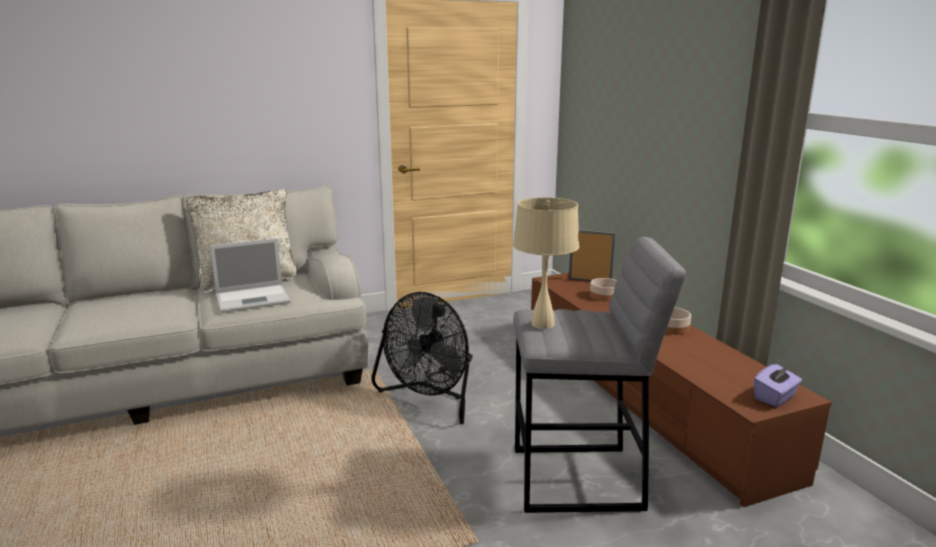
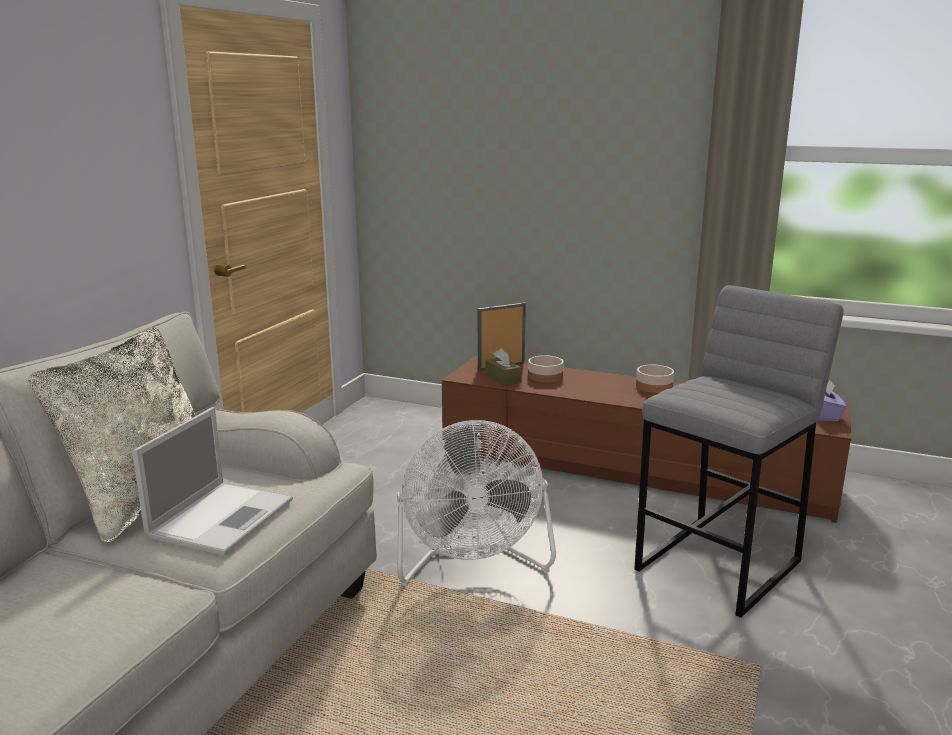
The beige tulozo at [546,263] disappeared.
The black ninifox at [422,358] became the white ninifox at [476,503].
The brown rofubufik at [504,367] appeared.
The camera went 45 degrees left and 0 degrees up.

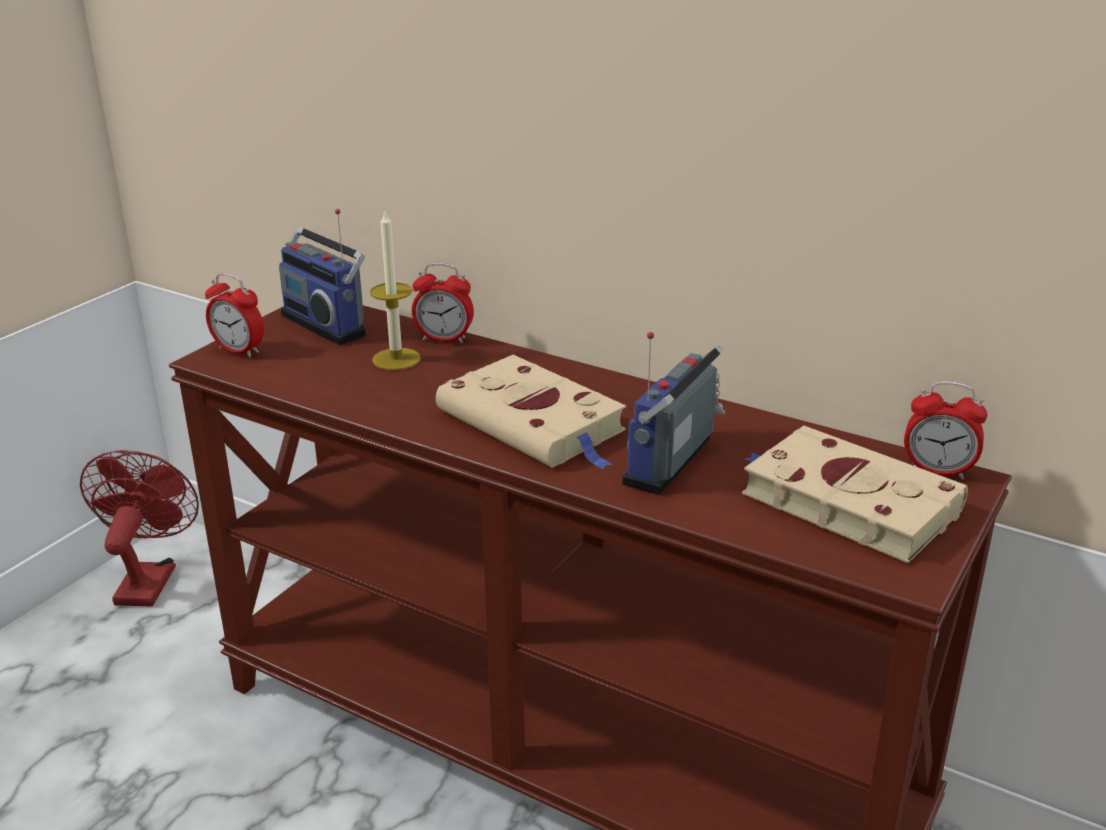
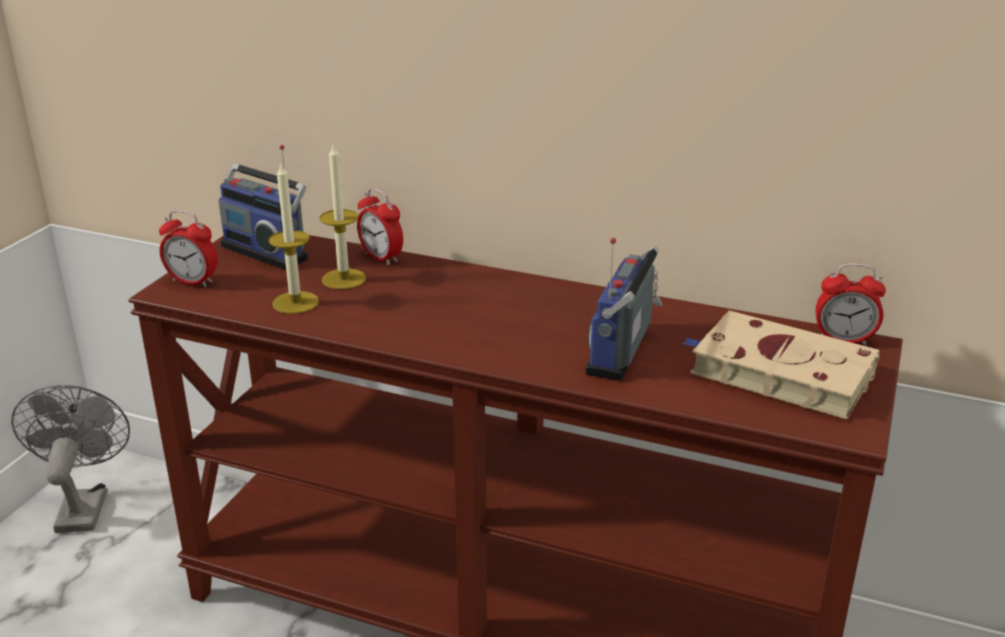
The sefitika at [443,303] turned 45 degrees clockwise.
The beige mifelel at [531,412] disappeared.
The red ninifox at [139,528] became the grey ninifox at [70,459].
The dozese at [293,237] appeared.
The camera went 10 degrees left and 0 degrees up.

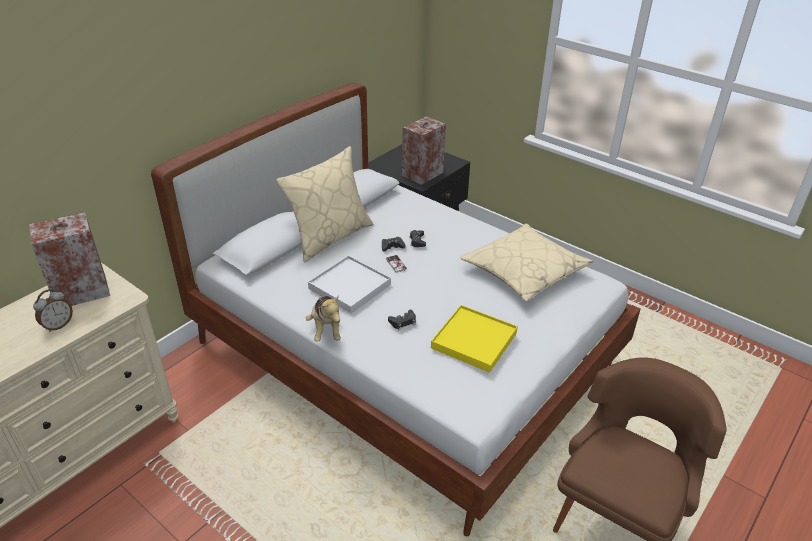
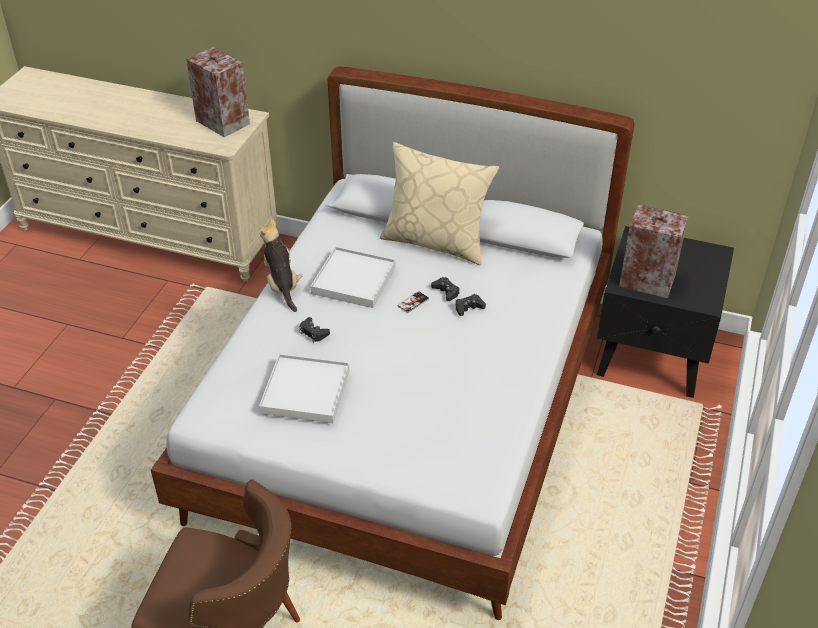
The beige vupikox at [526,263] disappeared.
The sefitika at [53,310] disappeared.
The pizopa at [323,318] turned 105 degrees clockwise.
The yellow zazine at [474,339] became the white zazine at [304,389].
The camera went 70 degrees right and 5 degrees up.

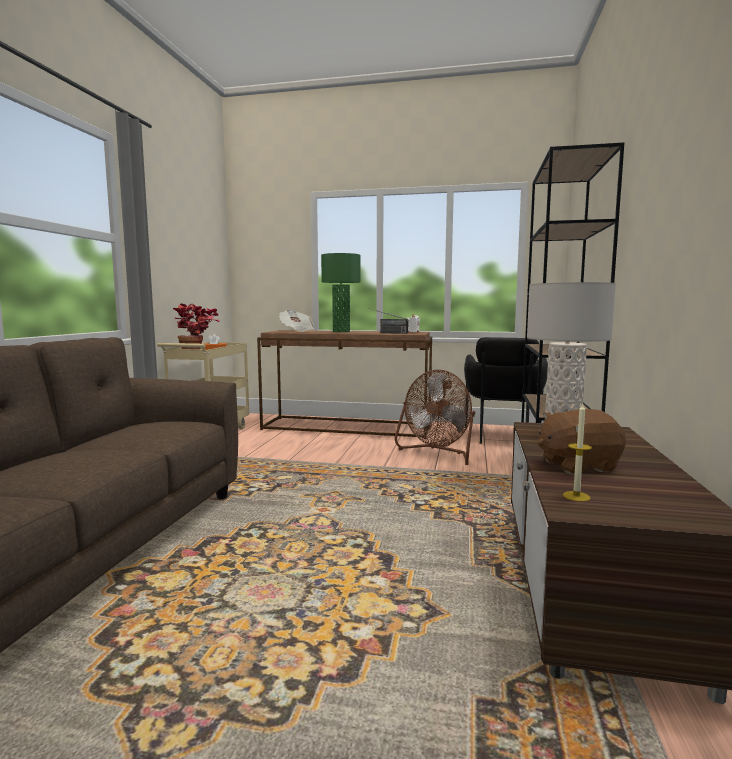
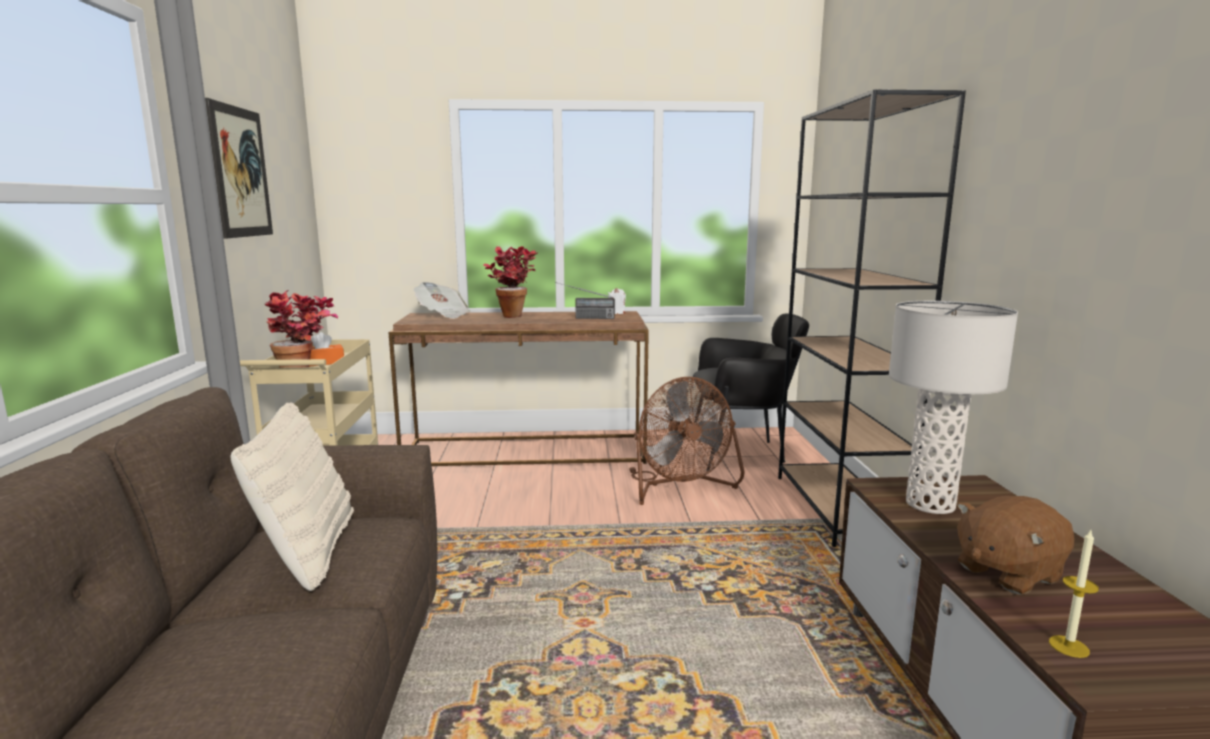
The green tulozo at [340,292] was replaced by the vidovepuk at [510,282].
The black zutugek at [506,390] turned 90 degrees counterclockwise.
The brown ninifox at [435,417] turned 45 degrees counterclockwise.
The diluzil at [239,168] appeared.
The beige vupikox at [292,497] appeared.
The camera went 15 degrees left and 5 degrees up.

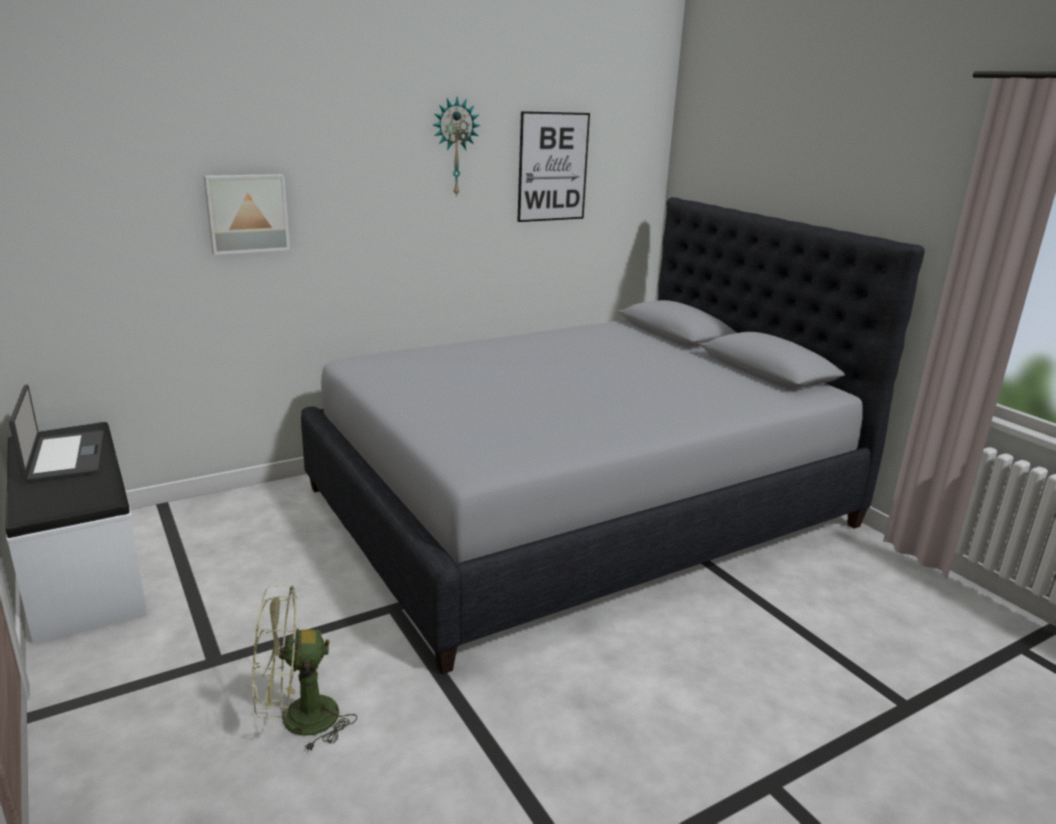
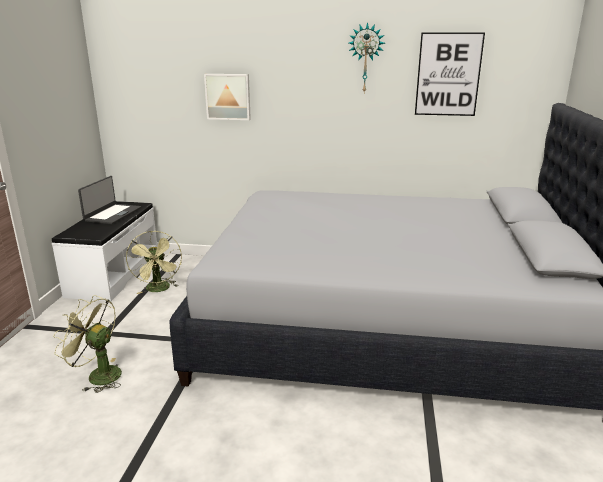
The green ninifox at [154,262] appeared.
The camera went 40 degrees right and 0 degrees up.

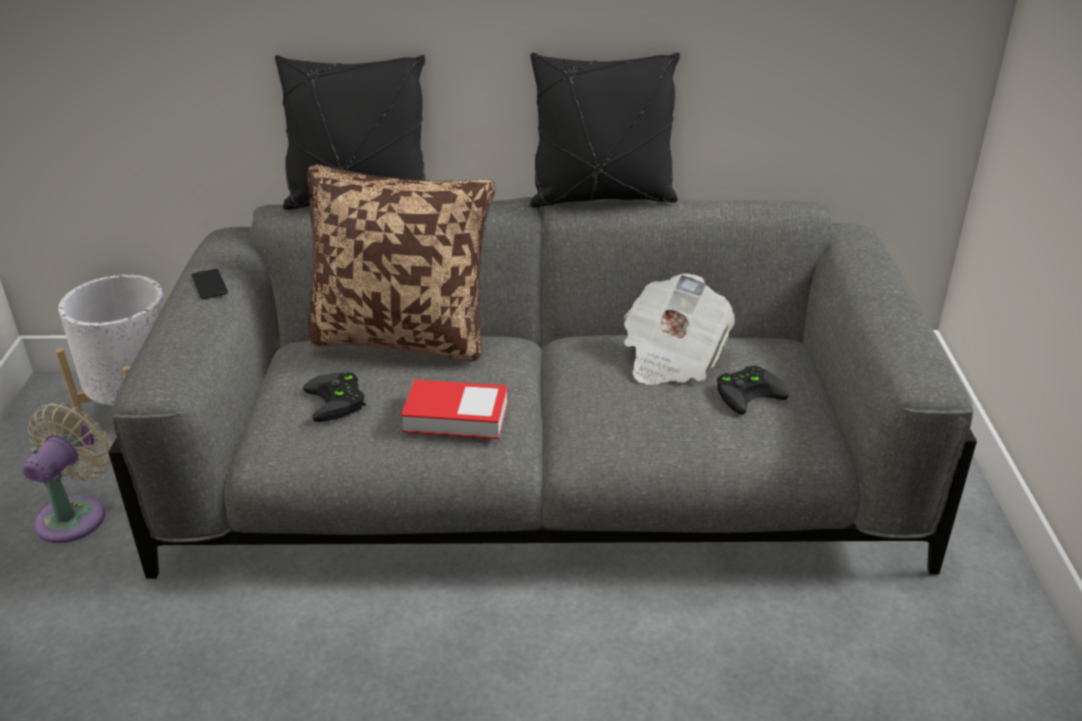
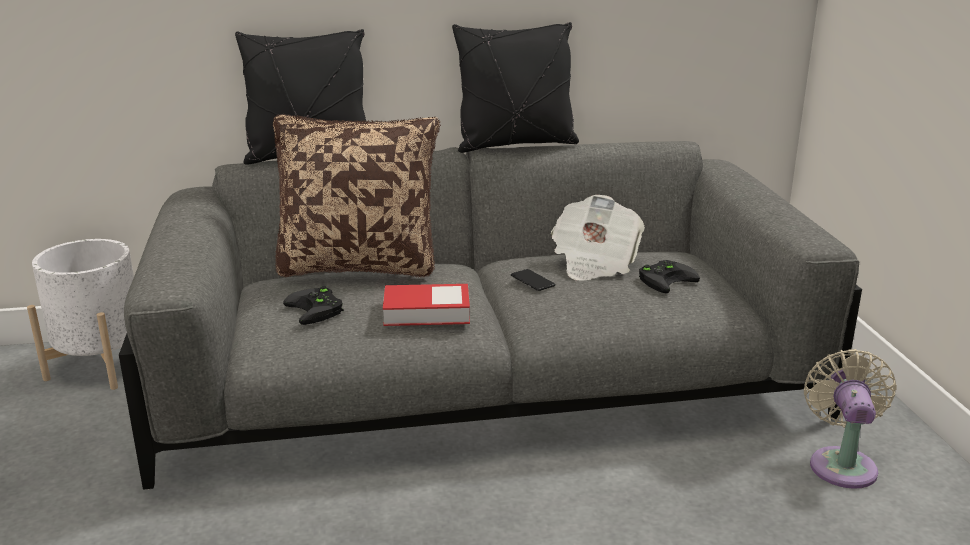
The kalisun moved from [209,284] to [533,280].
The beige ninifox moved from [67,473] to [850,419].
The camera went 10 degrees left and 10 degrees down.

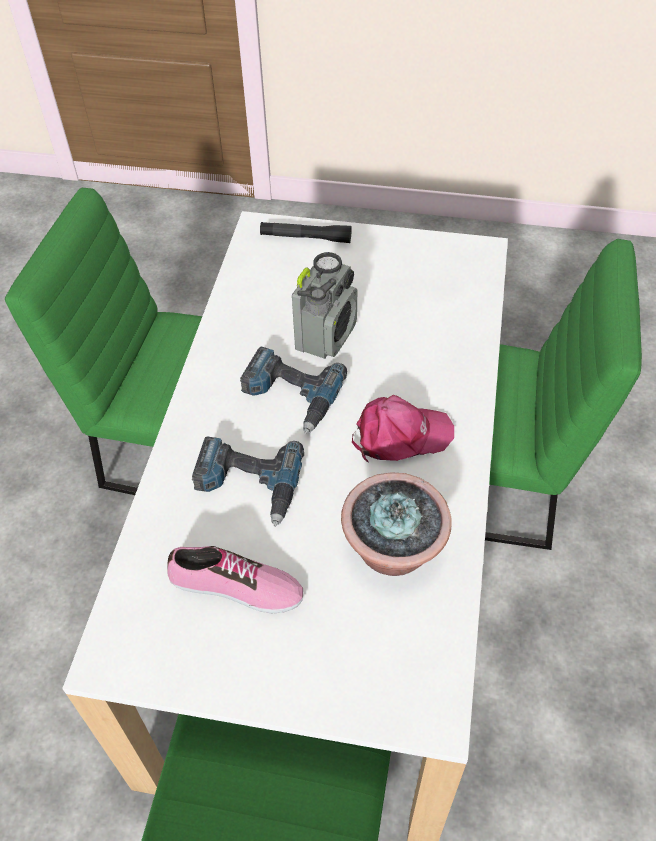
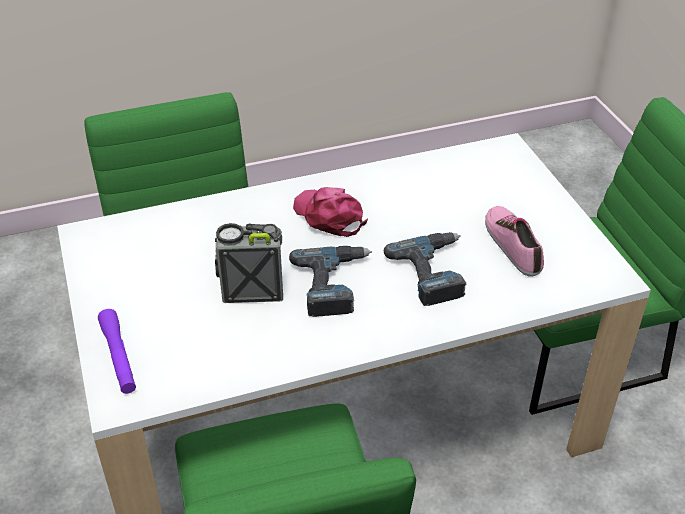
The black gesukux at [306,232] became the purple gesukux at [117,351].
The vidovepuk at [396,524] disappeared.
The camera went 120 degrees left and 10 degrees down.

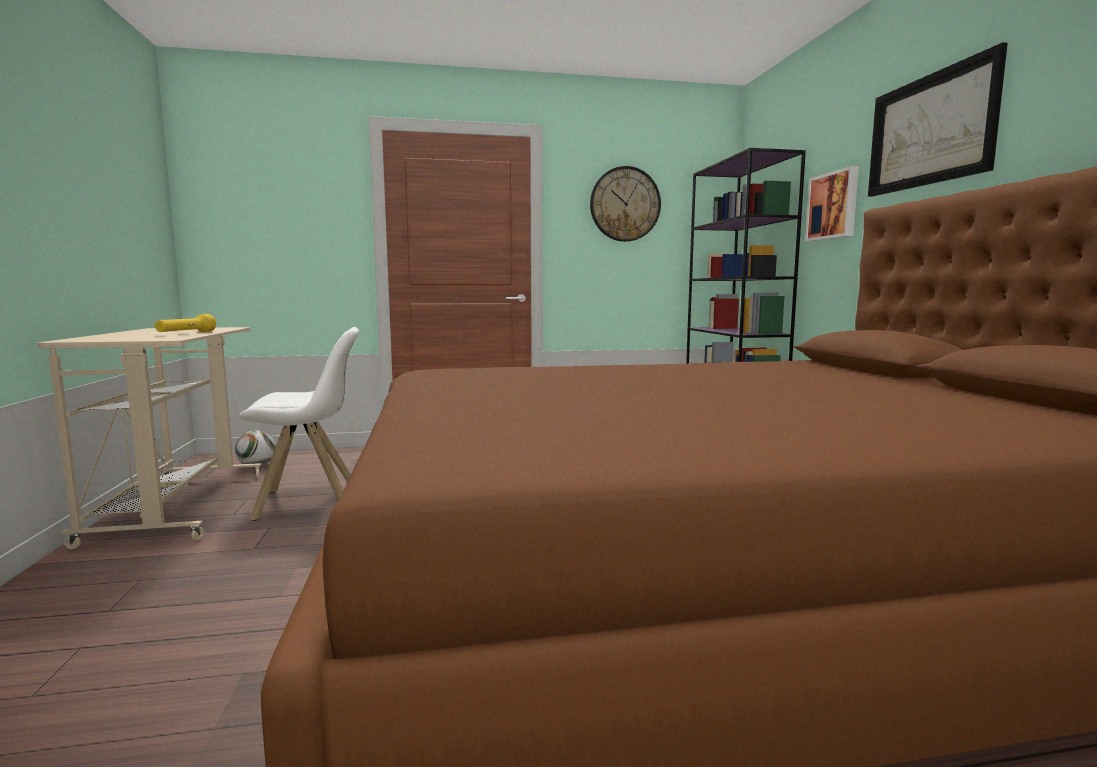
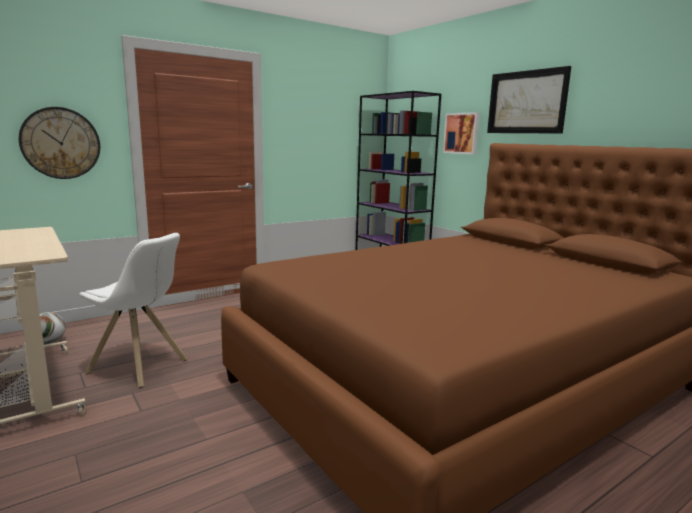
The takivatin moved from [625,204] to [59,143].
The yellow gesukux at [185,323] disappeared.
The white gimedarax at [299,424] turned 60 degrees clockwise.
The camera went 25 degrees left and 5 degrees up.

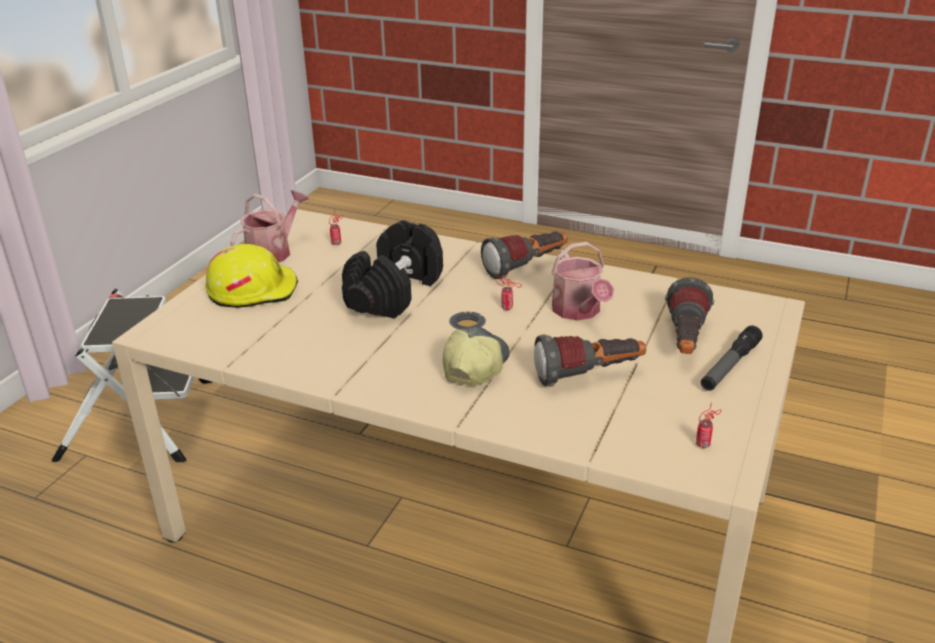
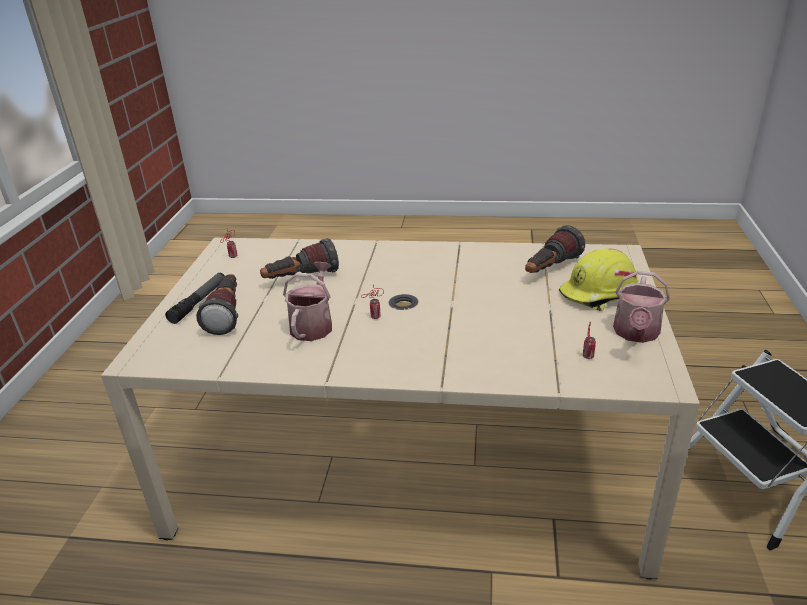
The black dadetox at [392,269] disappeared.
The gesukux moved from [524,255] to [555,249].
The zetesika at [582,281] turned 45 degrees clockwise.
The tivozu at [476,356] disappeared.
The camera went 165 degrees right and 0 degrees up.

